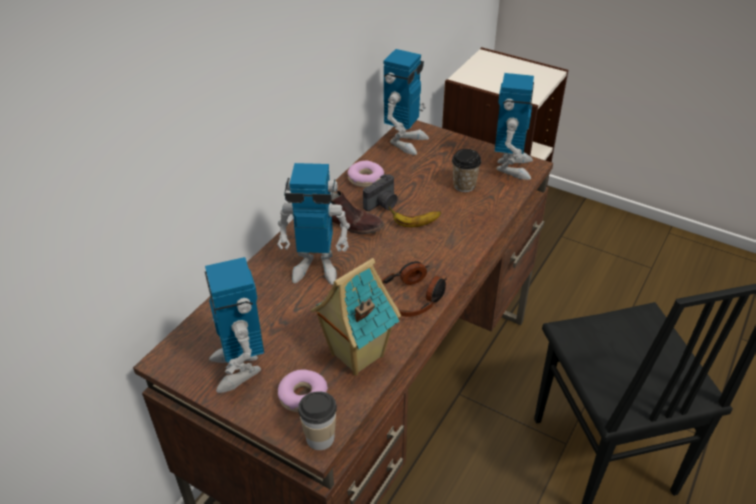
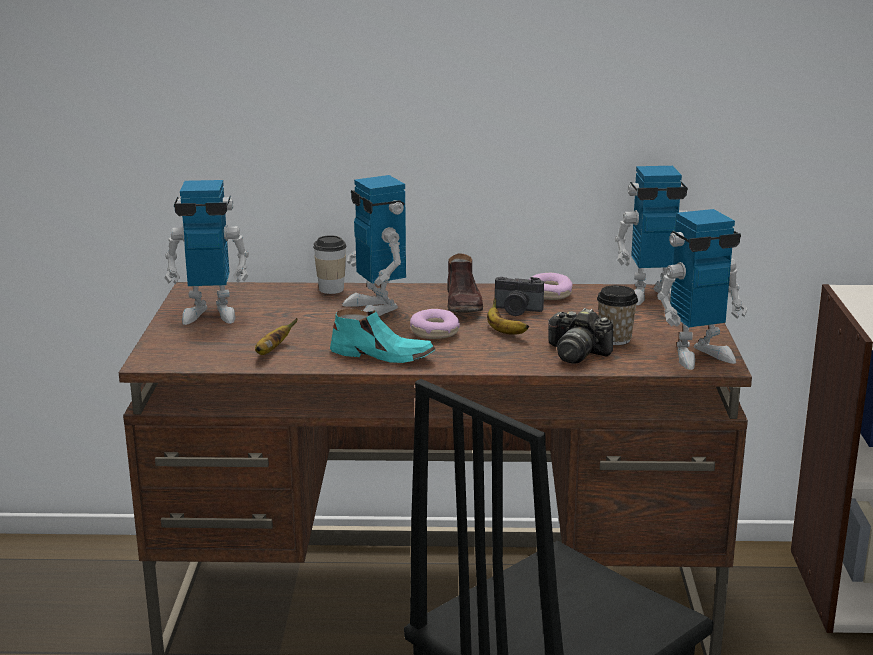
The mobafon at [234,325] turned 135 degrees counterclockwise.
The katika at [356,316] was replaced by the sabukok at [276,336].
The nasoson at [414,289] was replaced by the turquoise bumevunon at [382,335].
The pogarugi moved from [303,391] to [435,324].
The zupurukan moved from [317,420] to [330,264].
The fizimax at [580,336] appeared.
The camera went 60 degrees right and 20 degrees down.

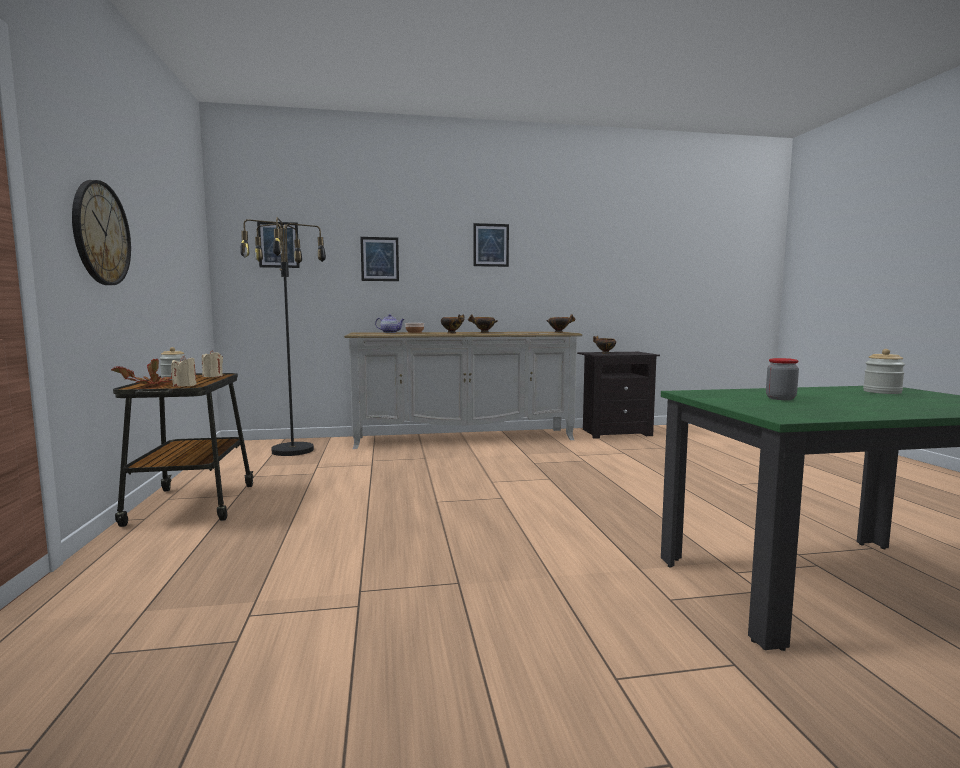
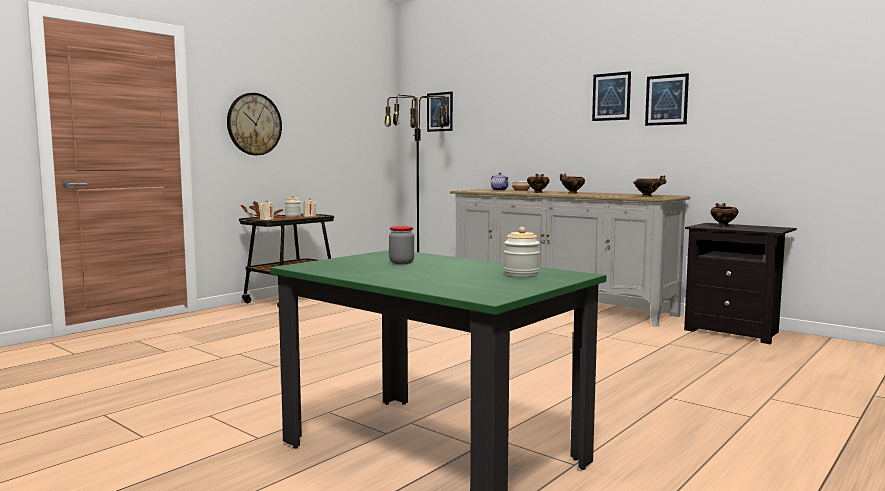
The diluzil moved from [379,259] to [667,99].
The camera went 50 degrees right and 0 degrees up.

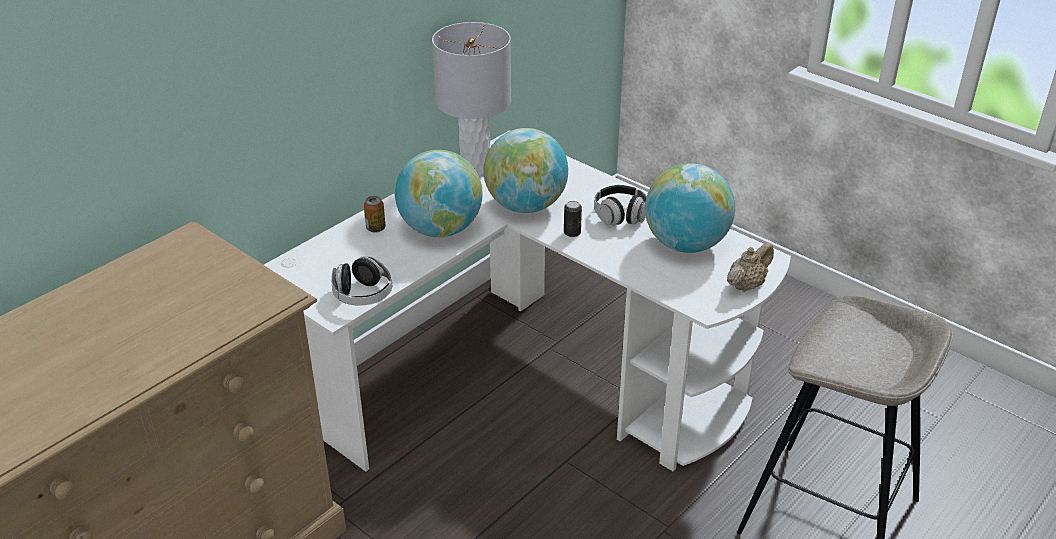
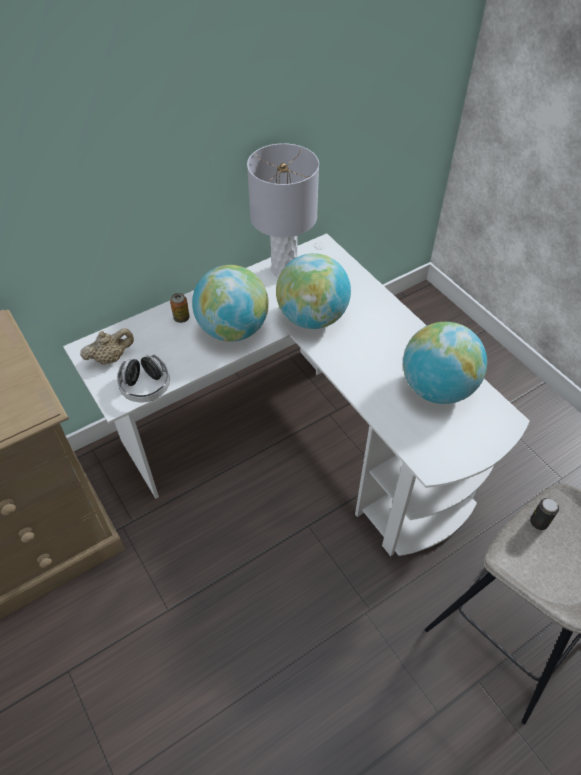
The nasoson at [620,205] disappeared.
The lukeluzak moved from [573,219] to [544,514].
The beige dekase moved from [750,267] to [107,346].
The camera went 15 degrees right and 15 degrees up.

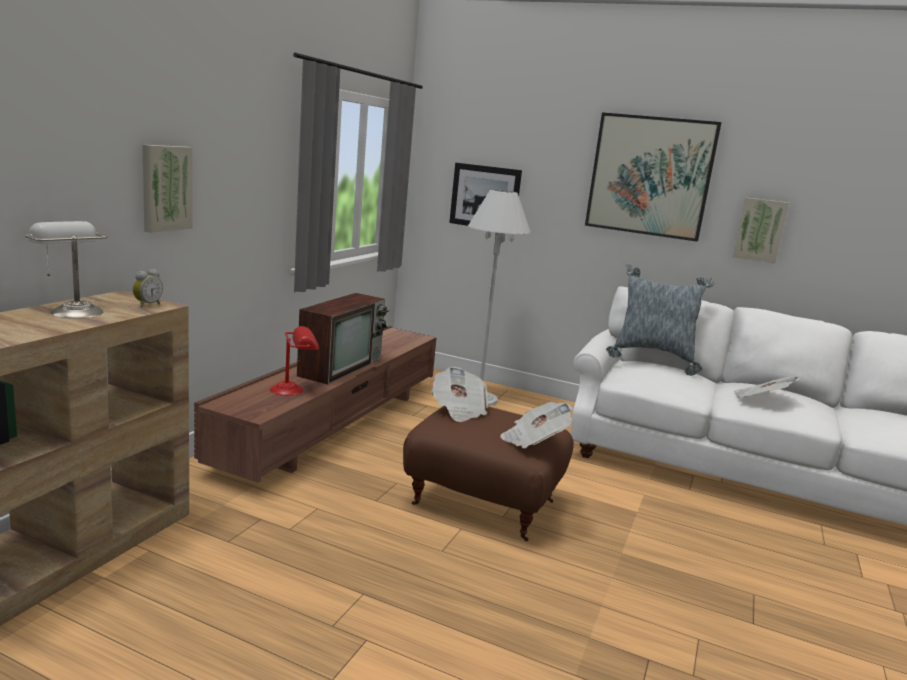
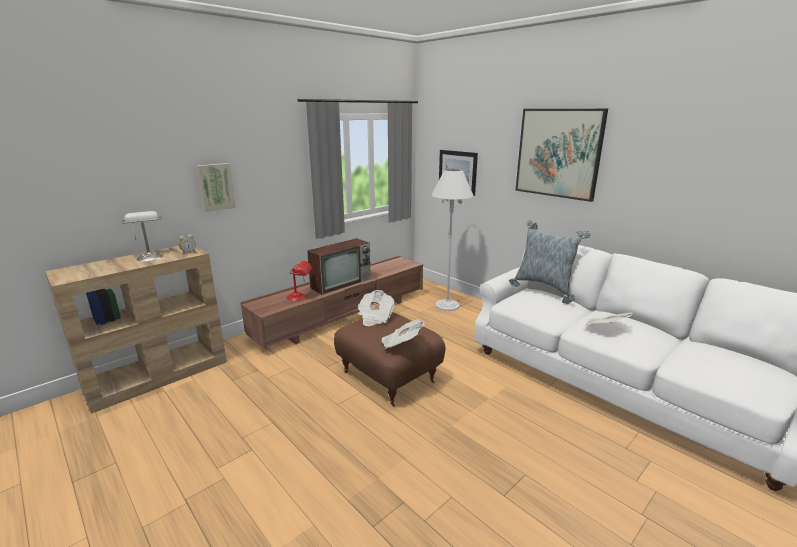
The diluzil at [761,230] disappeared.
The camera went 25 degrees right and 5 degrees up.

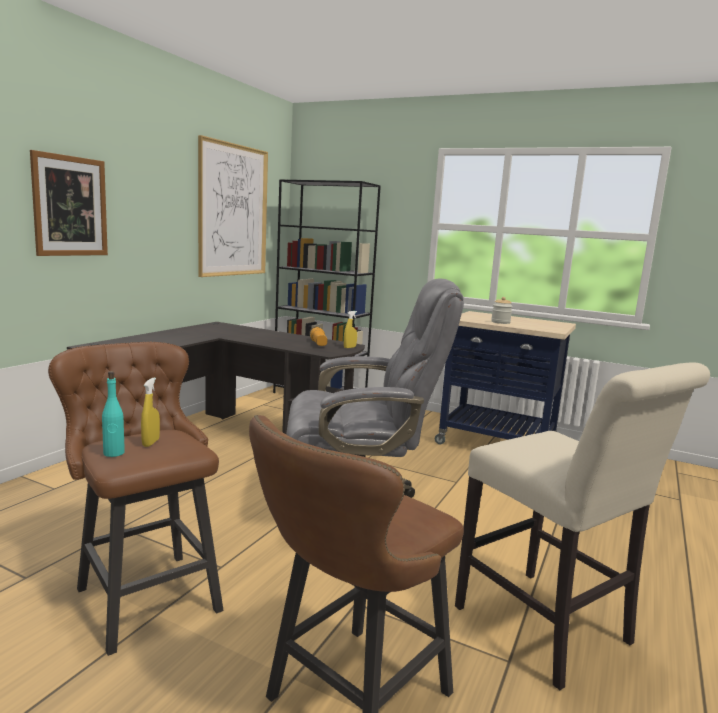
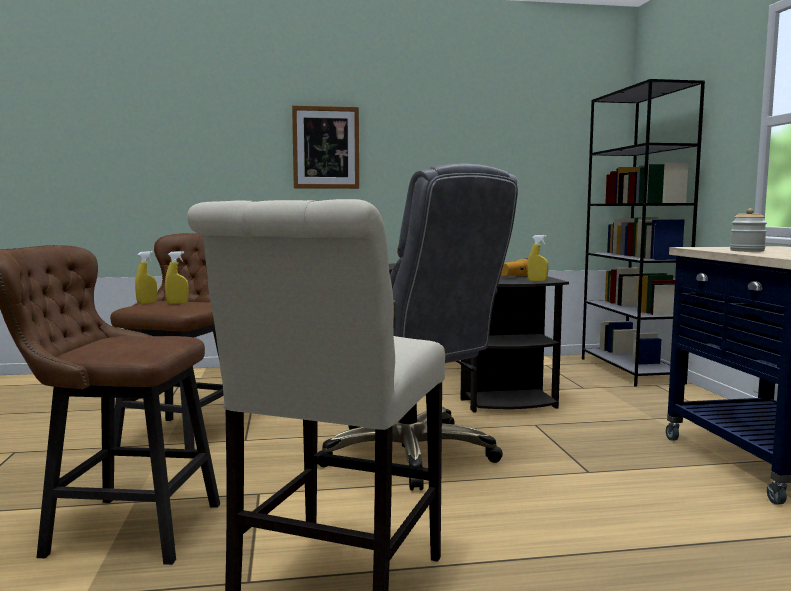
The diluzil at [233,206] disappeared.
The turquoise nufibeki at [113,414] was replaced by the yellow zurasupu at [146,277].
The camera went 55 degrees right and 5 degrees down.

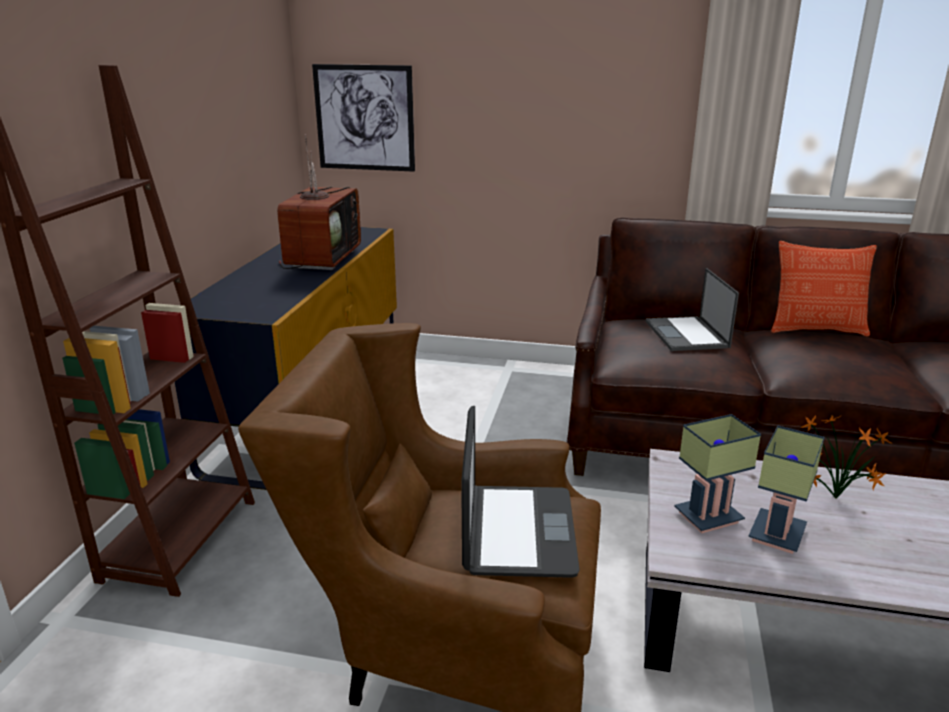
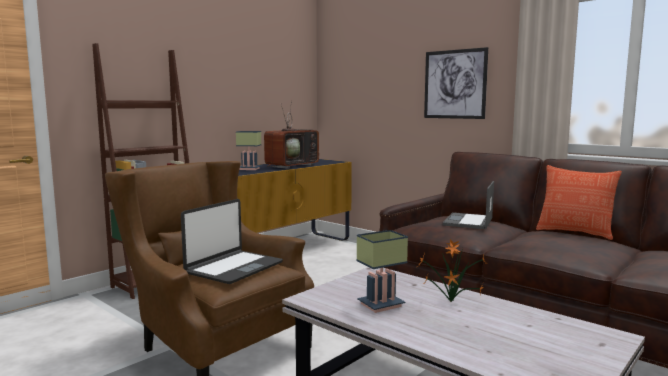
The diluzil moved from [363,118] to [456,83].
The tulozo moved from [717,473] to [249,150].
The camera went 30 degrees right and 15 degrees down.

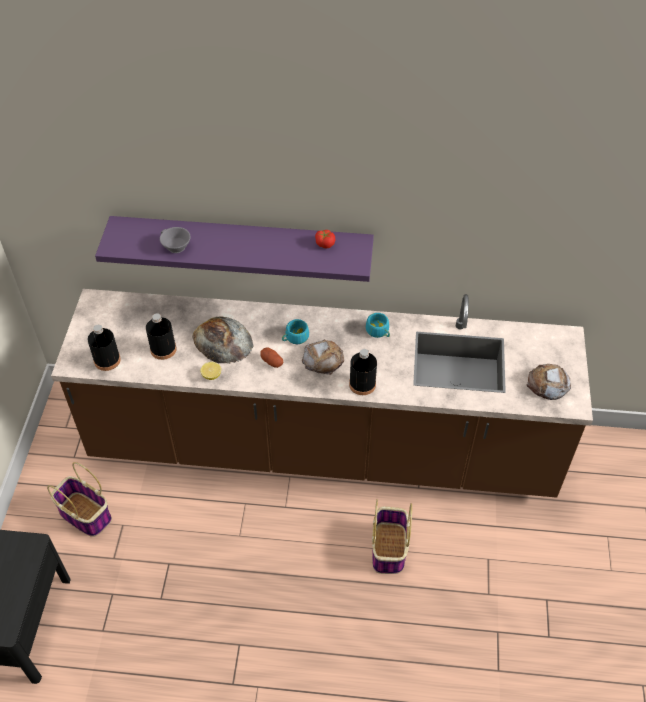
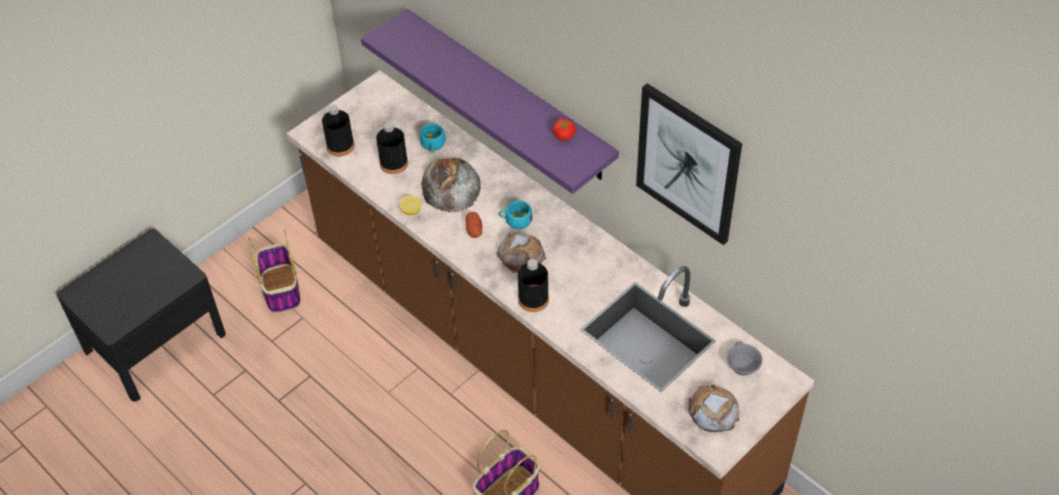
The grey zupurukan moved from [175,240] to [745,359].
The turquoise zupurukan moved from [378,325] to [433,138].
The diluzil at [689,164] appeared.
The camera went 40 degrees right and 0 degrees up.

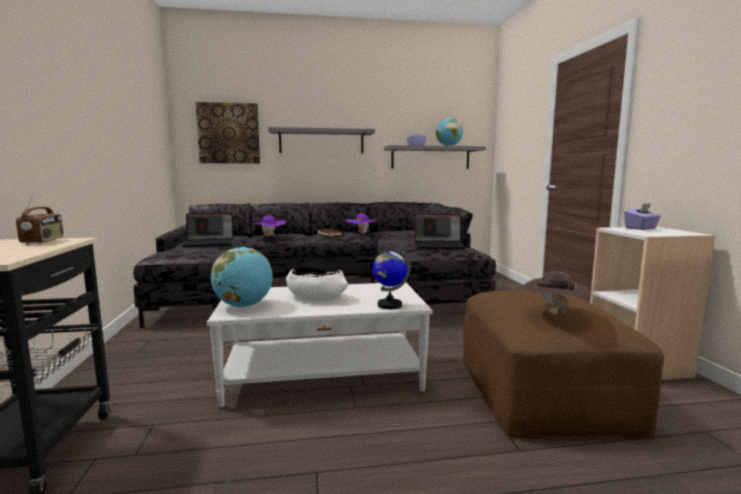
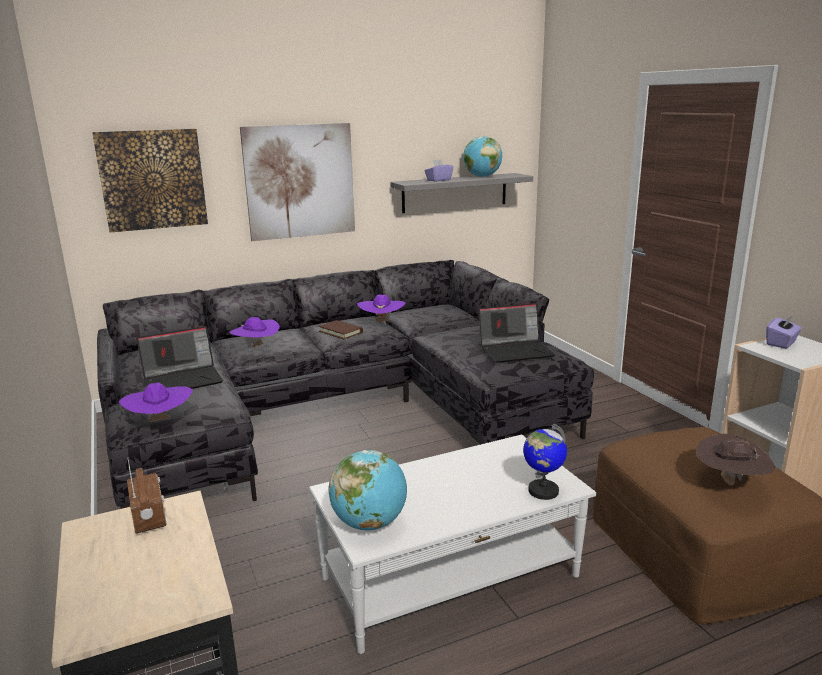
The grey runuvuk at [321,140] was replaced by the diluzil at [297,182].
The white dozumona at [317,285] disappeared.
The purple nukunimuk at [156,402] appeared.
The camera went 15 degrees left and 10 degrees up.

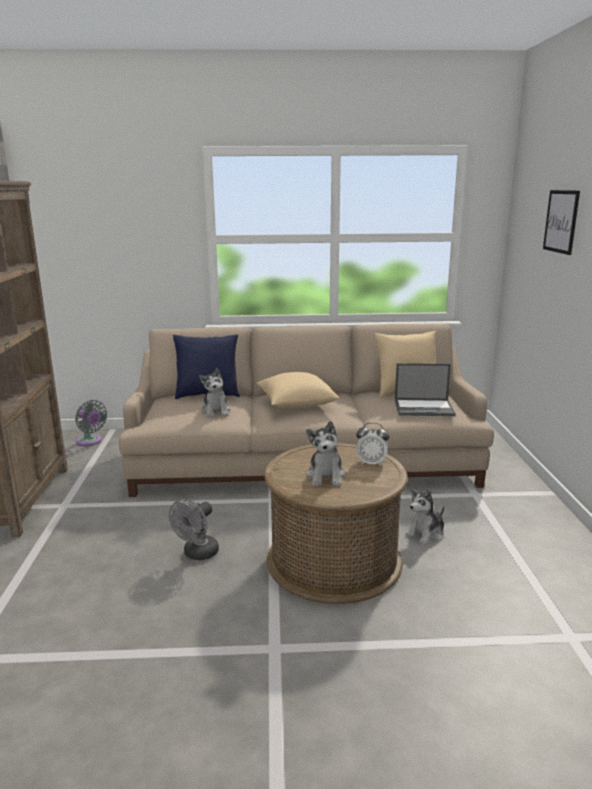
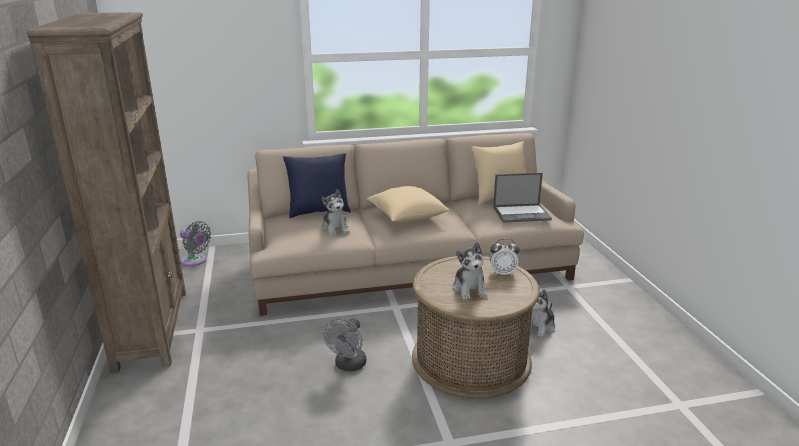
The diluzil at [561,222] disappeared.
The camera went 10 degrees left and 5 degrees up.

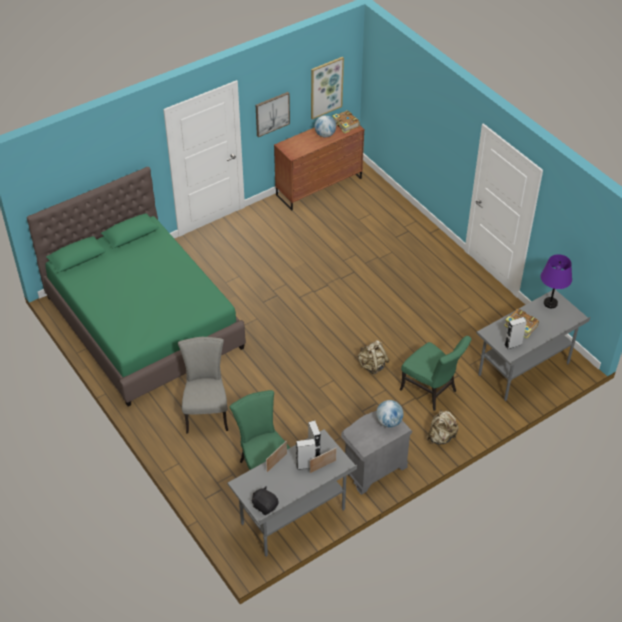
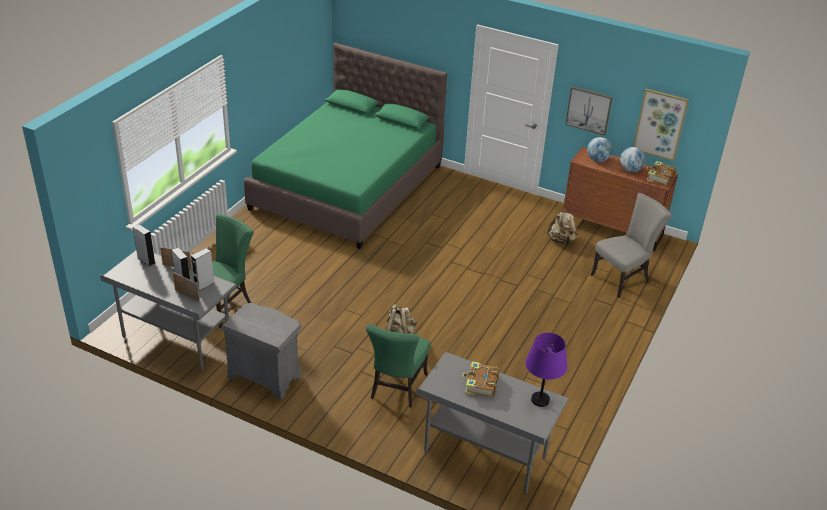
The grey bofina moved from [516,333] to [144,245].
The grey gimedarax moved from [203,385] to [631,245].
The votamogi moved from [390,414] to [599,149].
The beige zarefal moved from [442,427] to [562,226].
The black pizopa at [265,500] disappeared.
The camera went 60 degrees right and 10 degrees down.

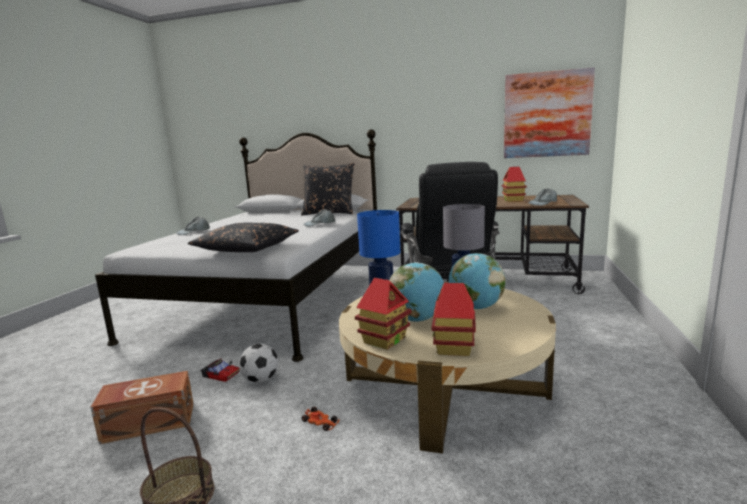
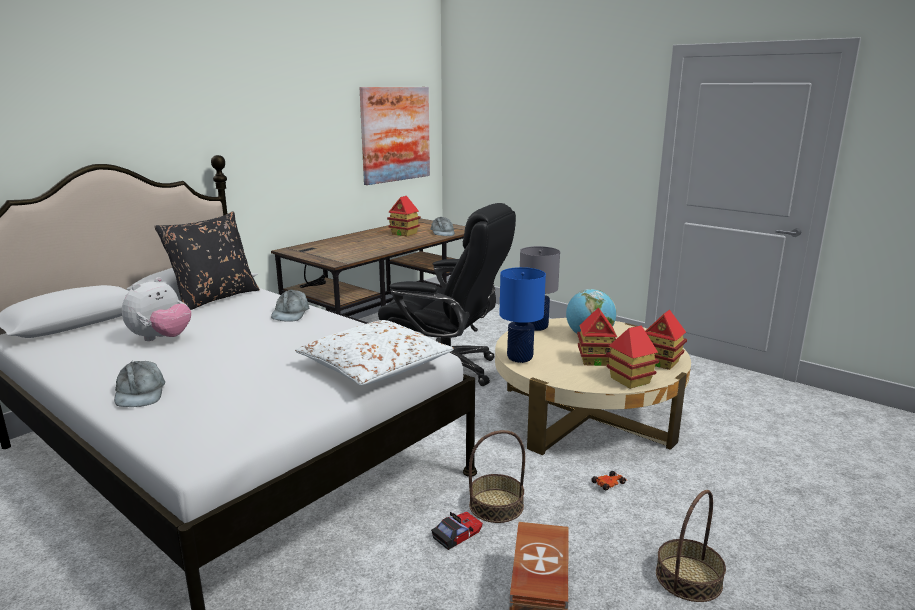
The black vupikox at [243,237] became the white vupikox at [374,352].
The votamogi at [417,292] was replaced by the katika at [597,337].
The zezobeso at [258,363] was replaced by the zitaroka at [497,476].
The pizopa at [156,309] appeared.
The camera went 65 degrees left and 5 degrees up.

